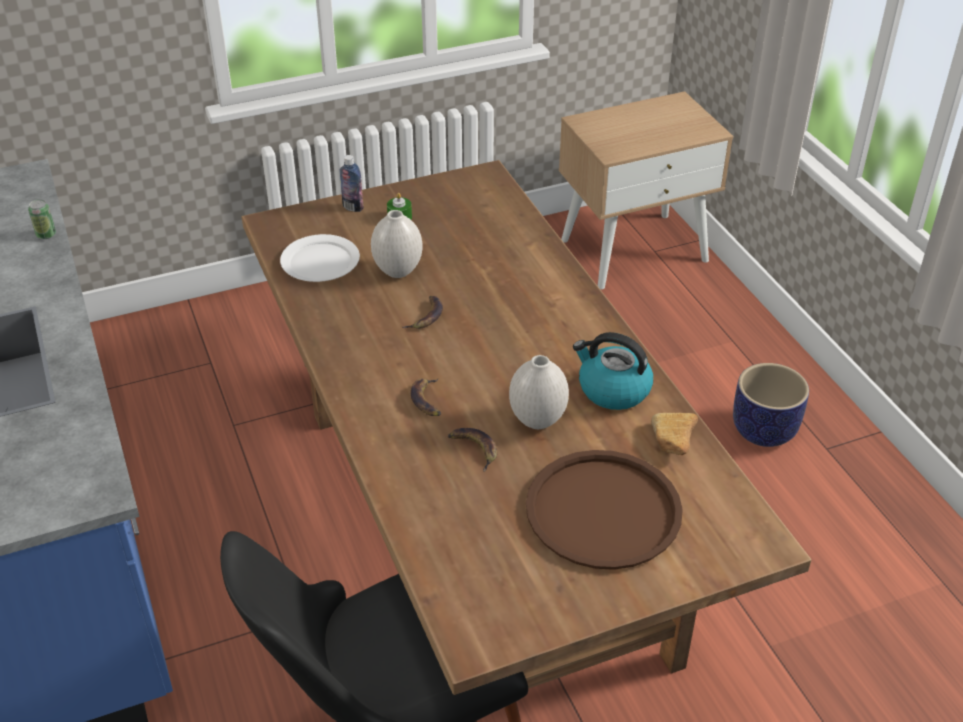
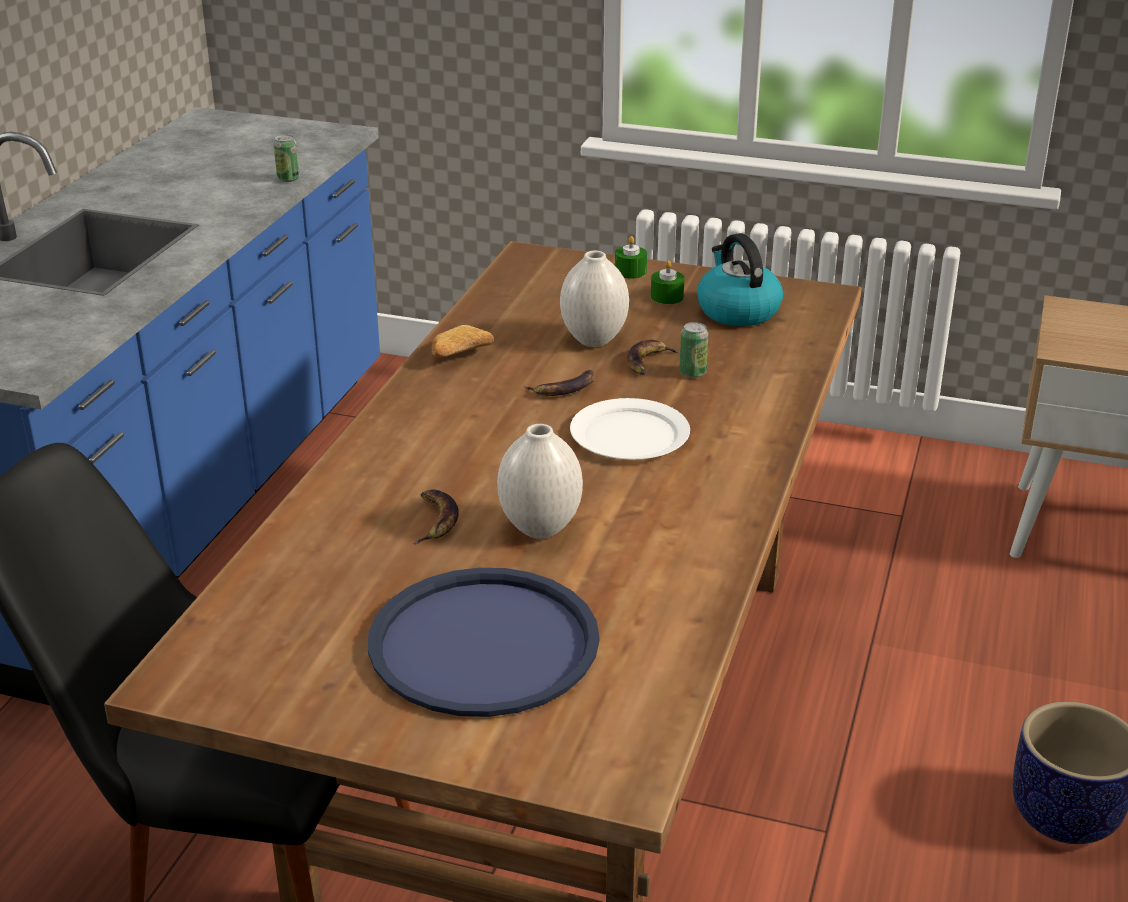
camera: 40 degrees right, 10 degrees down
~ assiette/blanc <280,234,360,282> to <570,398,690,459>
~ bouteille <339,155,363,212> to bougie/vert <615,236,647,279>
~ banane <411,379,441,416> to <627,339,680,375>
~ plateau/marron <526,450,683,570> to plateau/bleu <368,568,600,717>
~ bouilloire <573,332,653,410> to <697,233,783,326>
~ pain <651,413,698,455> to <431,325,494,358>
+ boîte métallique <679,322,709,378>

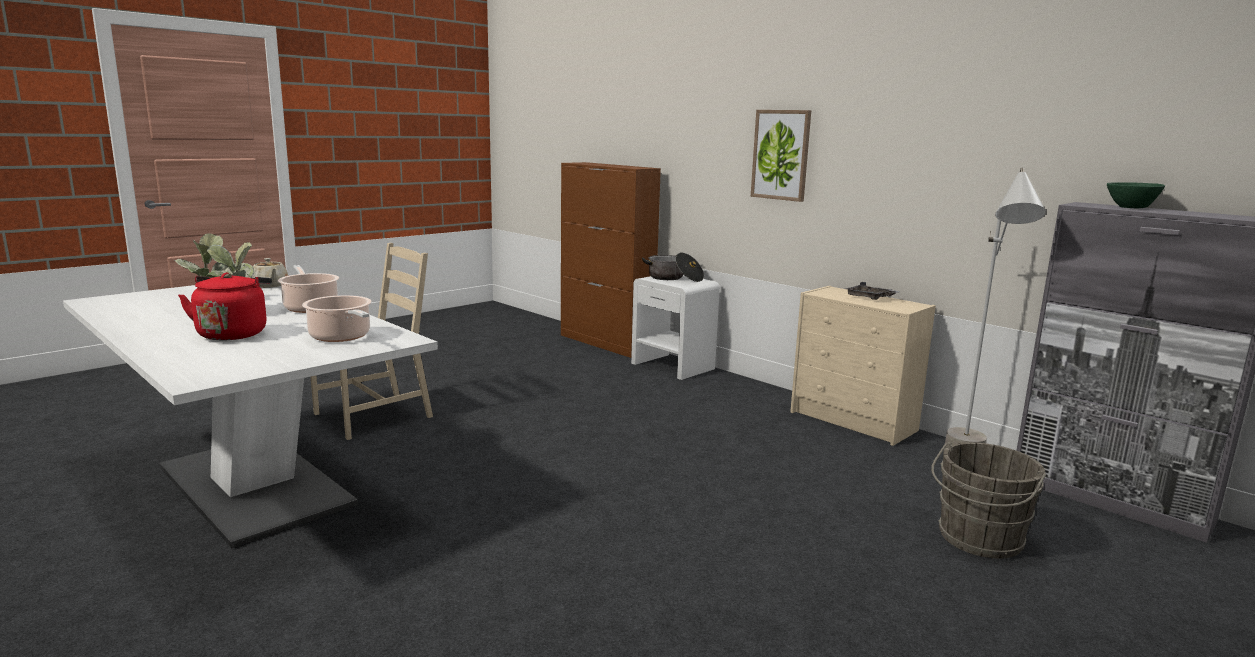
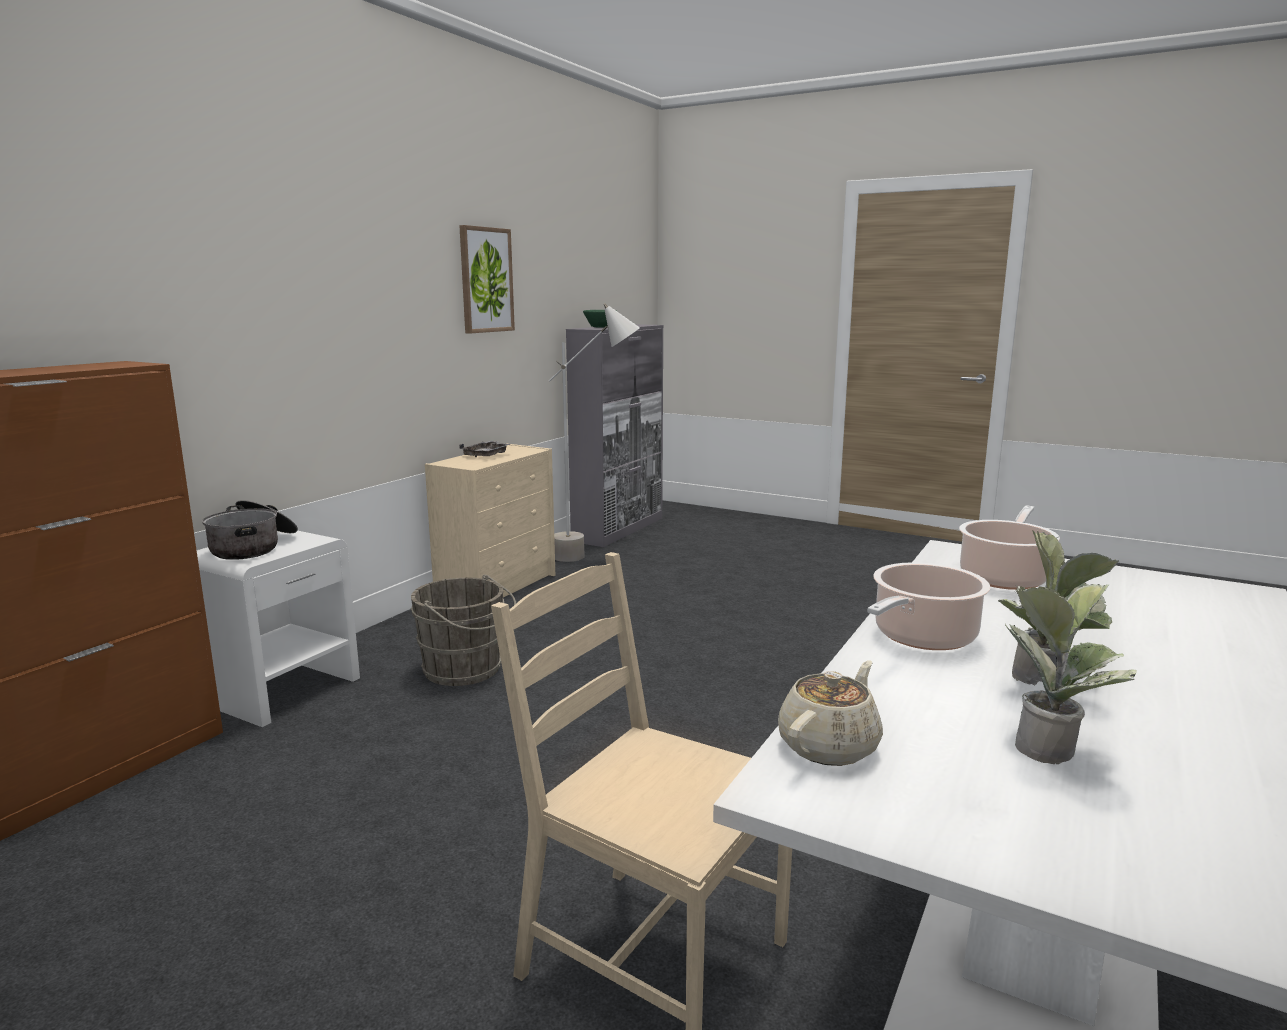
camera: 105 degrees left, 0 degrees up
- bouilloire/rouge <178,273,272,340>
~ tableau <751,110,811,202> to <459,225,515,333>
~ seau/gris <931,442,1046,559> to <410,574,516,686>

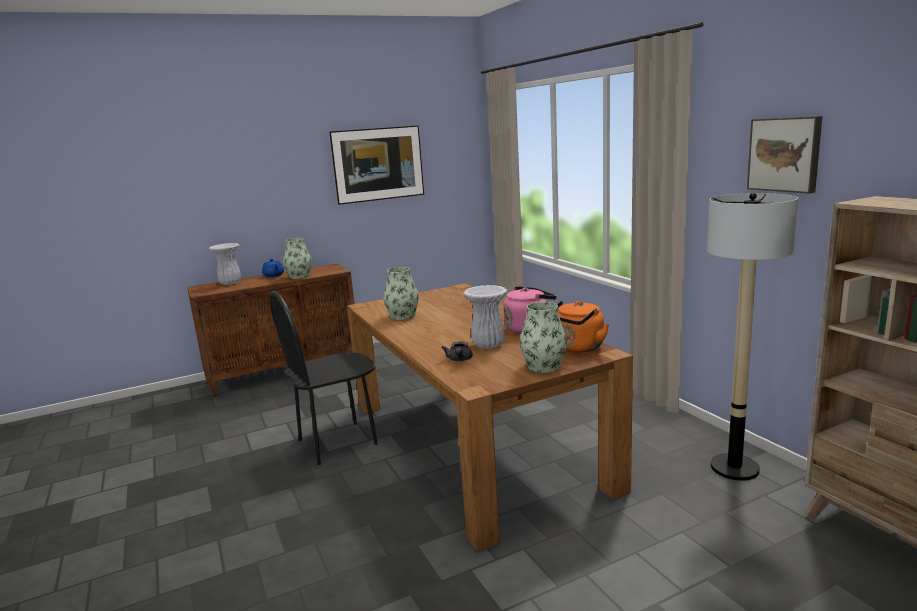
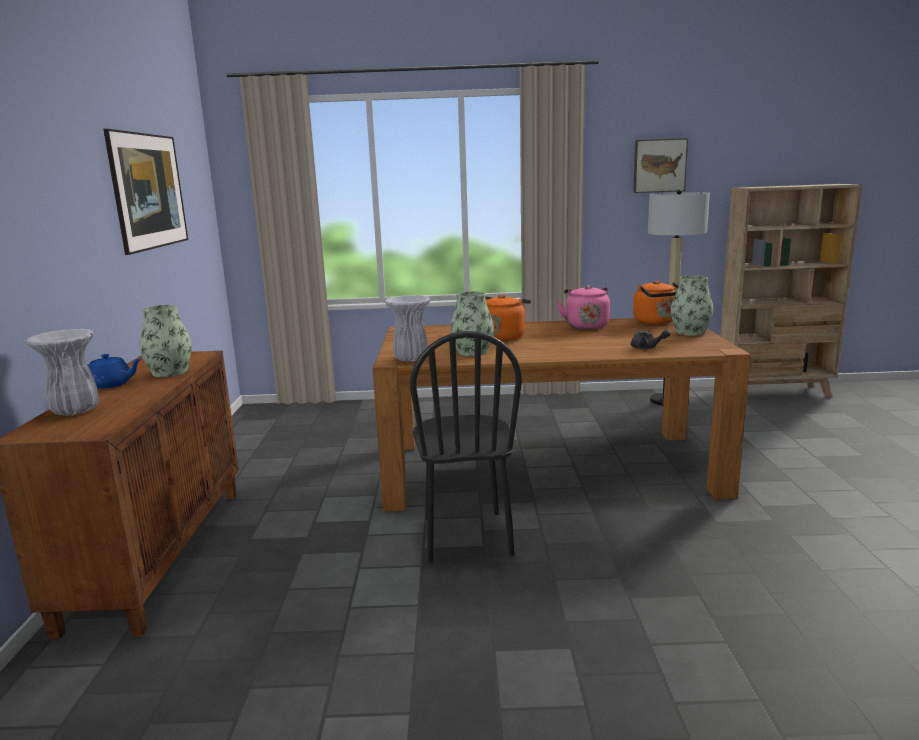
camera: 65 degrees left, 0 degrees up
~ vase/blanc <463,285,507,349> to <384,295,431,362>
+ bouilloire/orange <485,294,531,341>

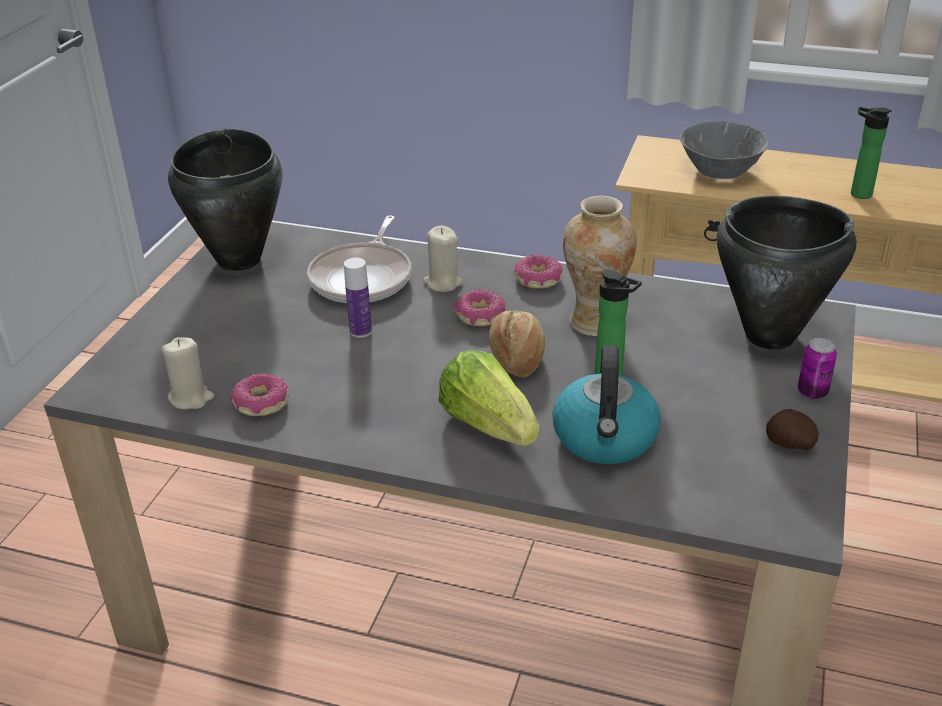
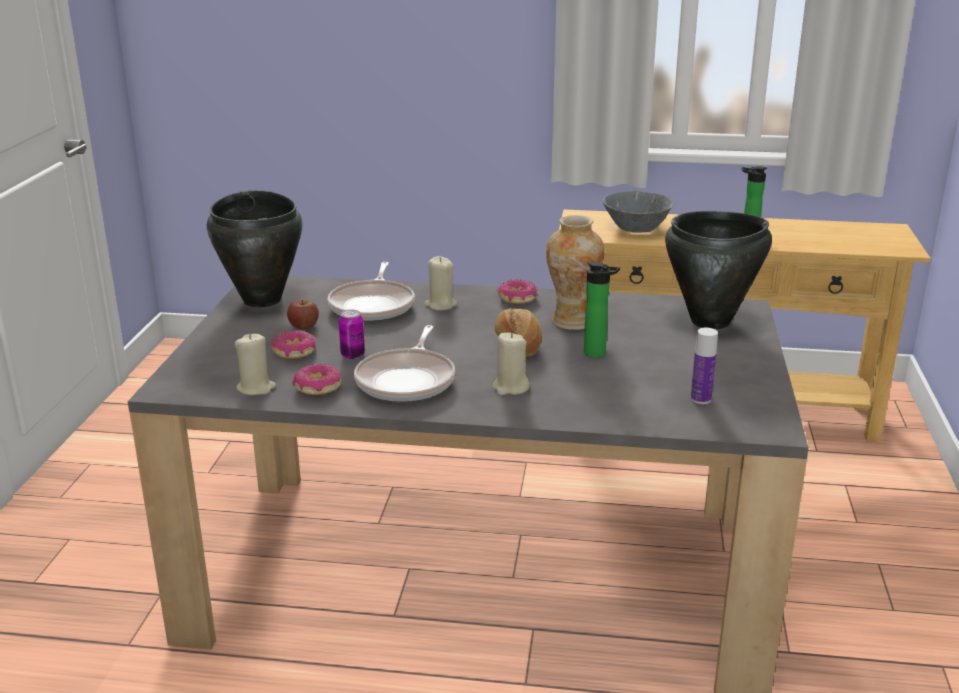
camera: 10 degrees left, 10 degrees down
~ bouteille <344,258,372,338> to <691,328,718,404>
~ laitue <438,350,539,446> to bougie/beige <492,332,530,395>
~ beignet <454,290,506,326> to <271,330,316,359>
- bouilloire <552,345,661,464>
- pomme de terre <766,409,819,450>
~ boîte métallique <798,338,837,399> to <339,310,365,359>
+ pomme <287,299,319,329>
+ poêle <354,325,455,402>

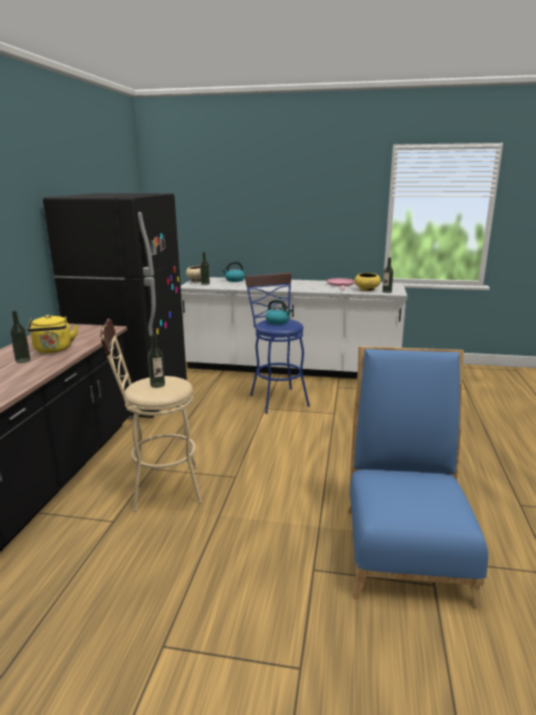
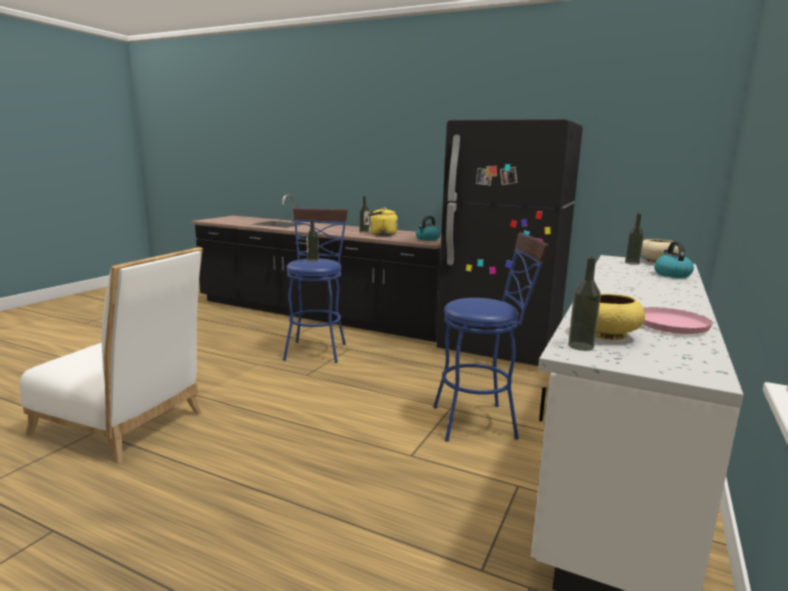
camera: 105 degrees right, 5 degrees down
~ tabouret/beige <100,319,202,512> to tabouret/bleu <283,208,348,363>
~ bouilloire <265,299,292,325> to <416,216,440,241>
~ chaise/bleu <348,346,488,610> to chaise/blanc <20,247,203,464>

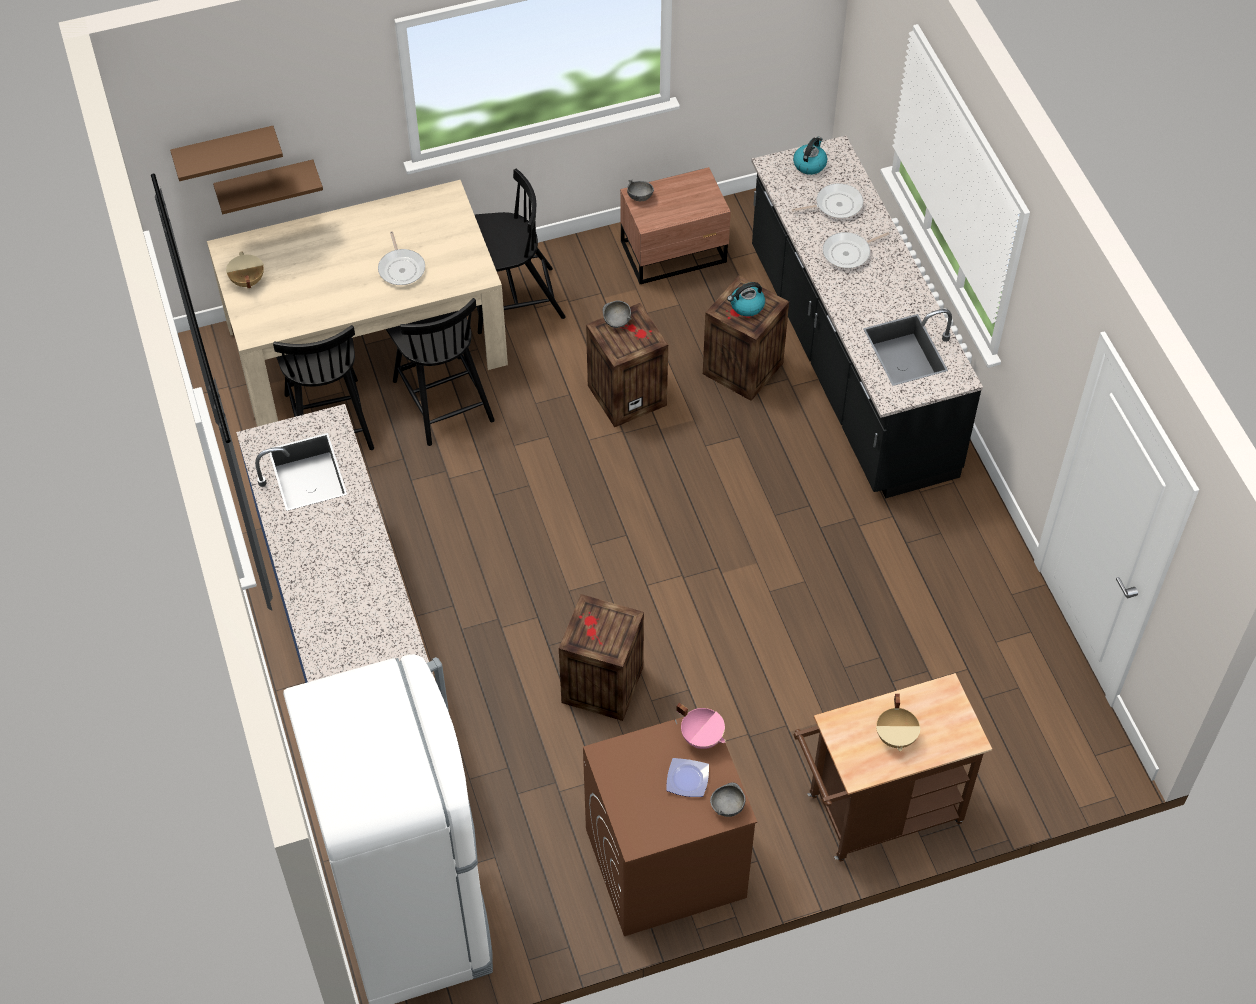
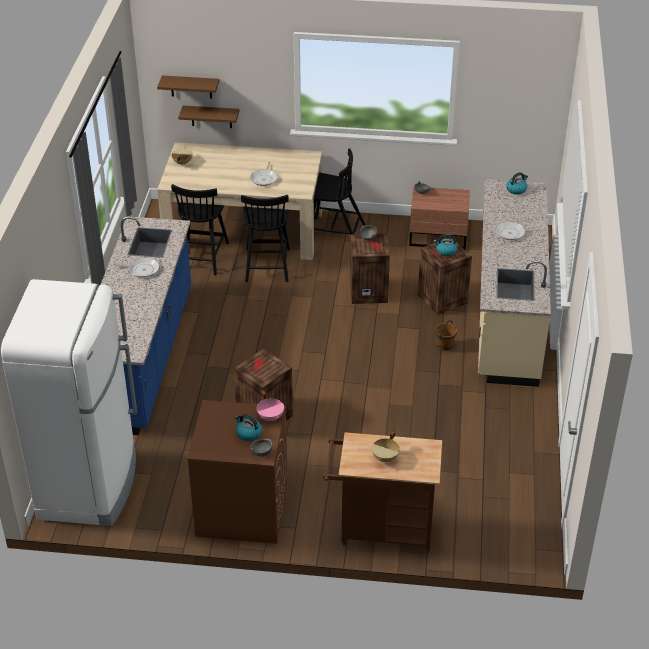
camera: 25 degrees right, 15 degrees down
~ assiette <666,758,709,797> to bouilloire <235,414,262,441>
~ comptoir de cuisine/noir <751,135,983,498> to comptoir de cuisine/beige <478,179,551,387>
~ poêle <792,183,863,219> to <113,258,159,277>
+ seau/marron <436,320,457,351>

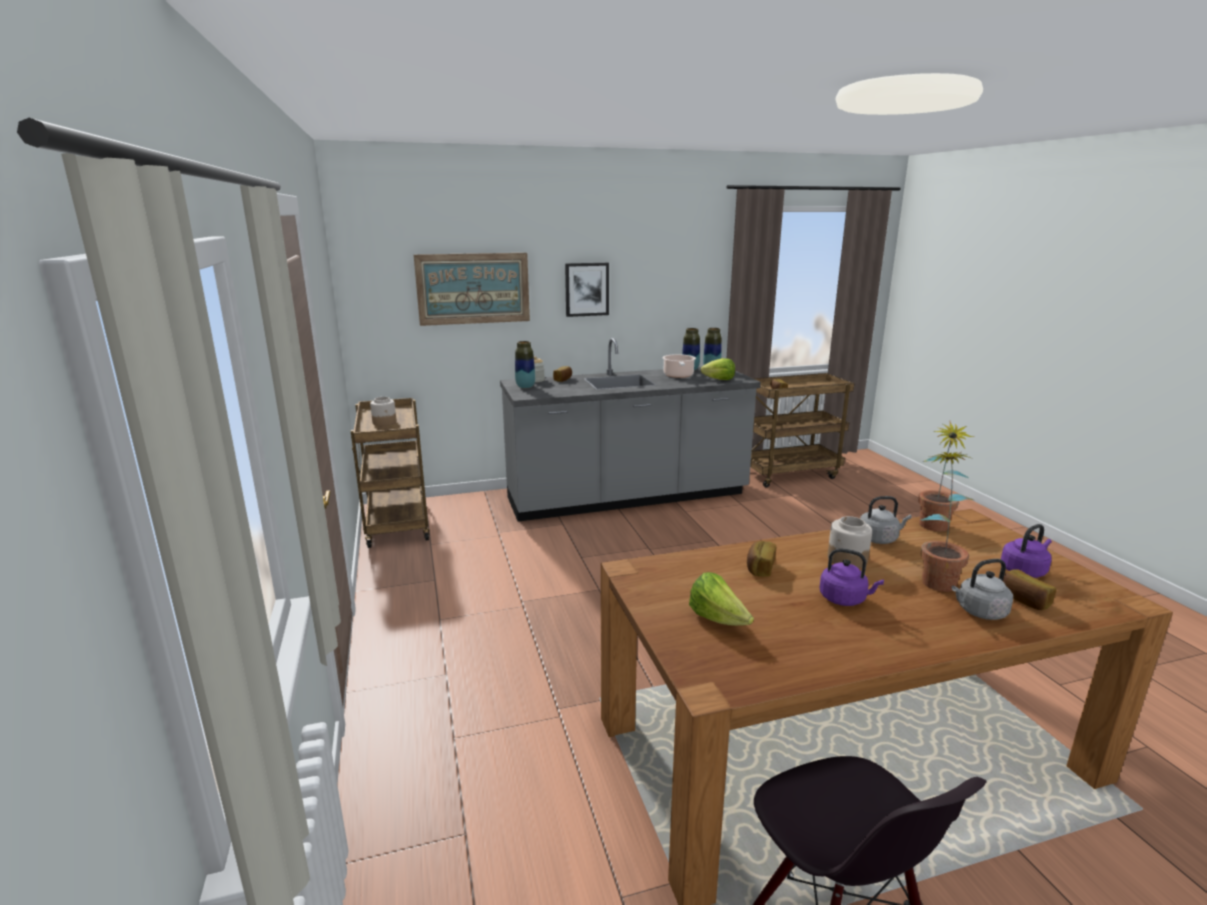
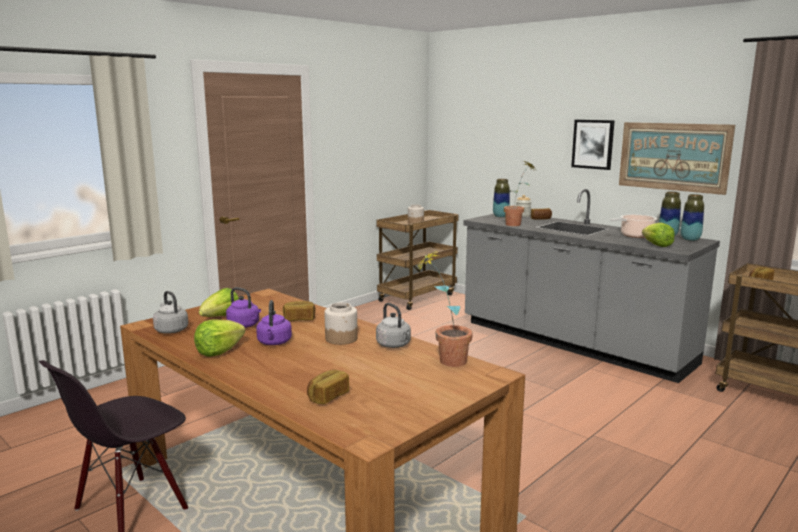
camera: 60 degrees right, 5 degrees down
~ tableau <414,253,530,326> to <619,122,735,195>
~ plante en pot <920,452,974,592> to <504,161,536,226>
~ bouilloire/gris <951,559,1013,620> to <153,291,188,334>
~ bouilloire/violet <1001,524,1052,578> to <226,287,261,328>
+ laitue <194,319,245,357>

